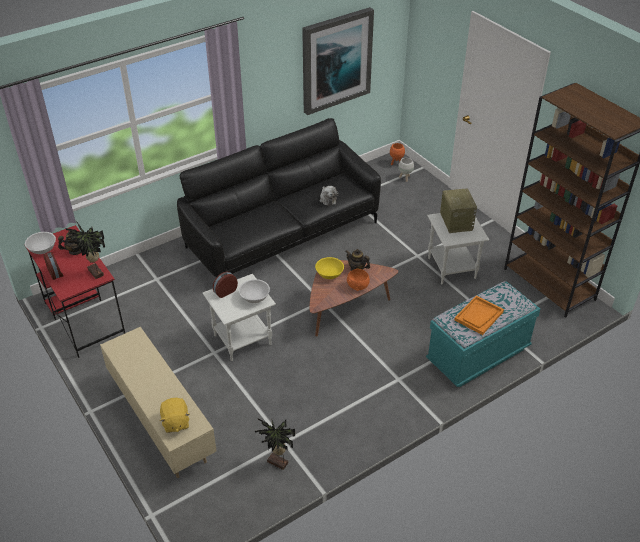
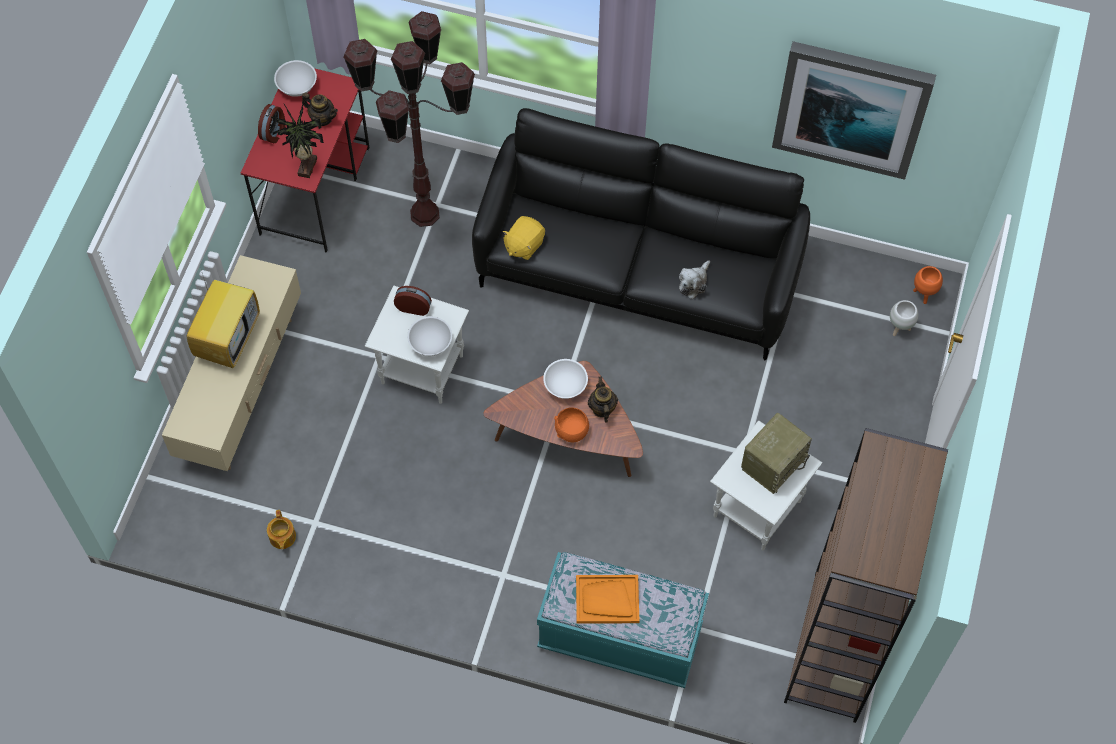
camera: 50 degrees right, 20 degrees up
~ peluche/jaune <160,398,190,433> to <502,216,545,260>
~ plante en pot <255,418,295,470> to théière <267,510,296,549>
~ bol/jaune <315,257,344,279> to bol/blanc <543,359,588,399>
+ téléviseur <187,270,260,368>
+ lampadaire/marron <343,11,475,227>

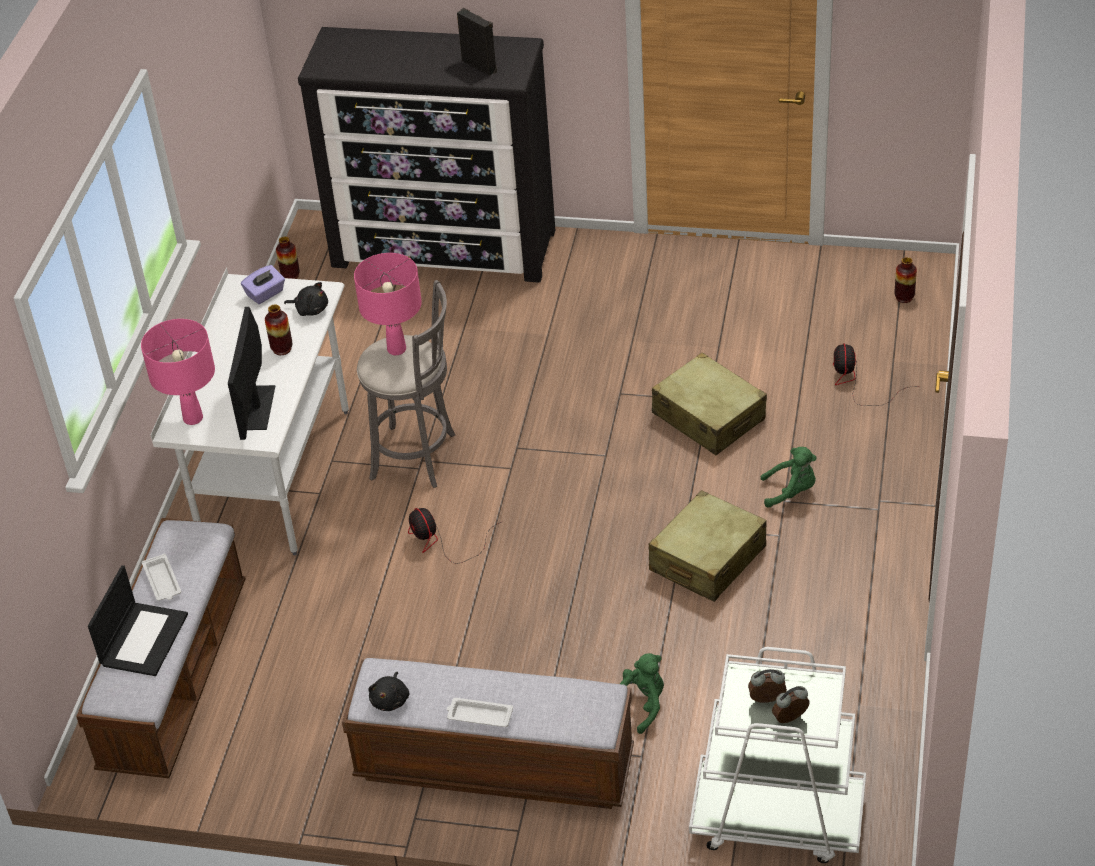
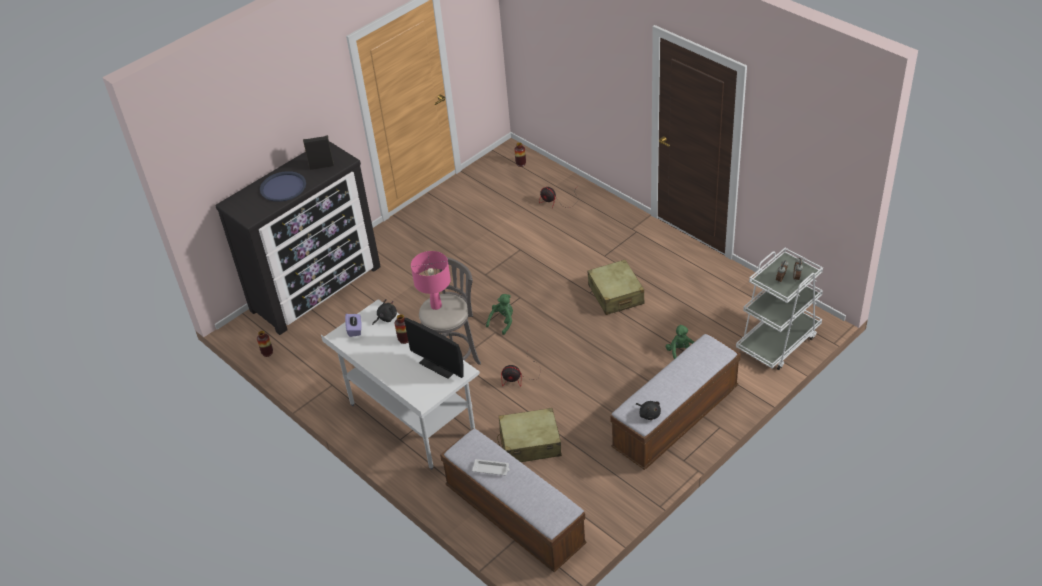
camera: 55 degrees left, 0 degrees up
- ordinateur portable <88,565,188,676>
- lampe de table/rose <141,319,215,425>
- plateau/blanc <447,698,513,727>
~ valise/beige <652,352,767,455> to <497,408,562,462>
~ peluche/vert <761,447,816,508> to <486,294,513,335>
+ plateau/bleu <260,171,306,202>

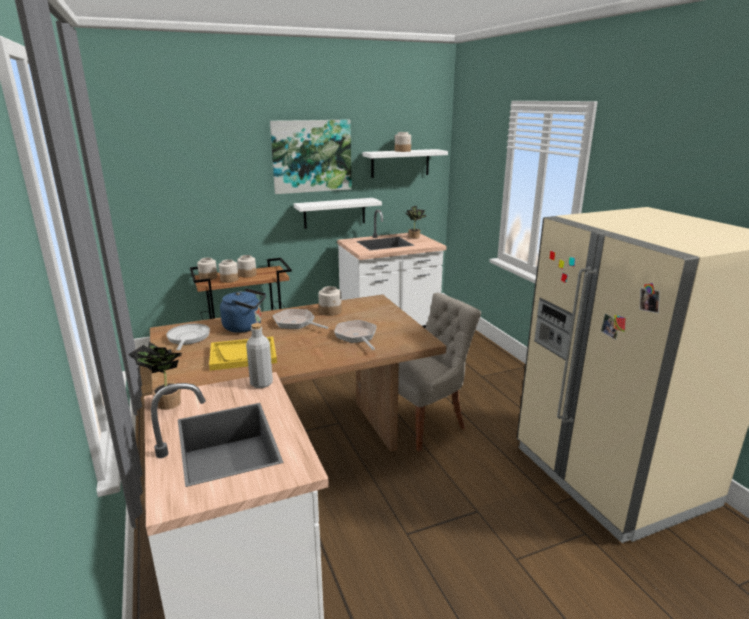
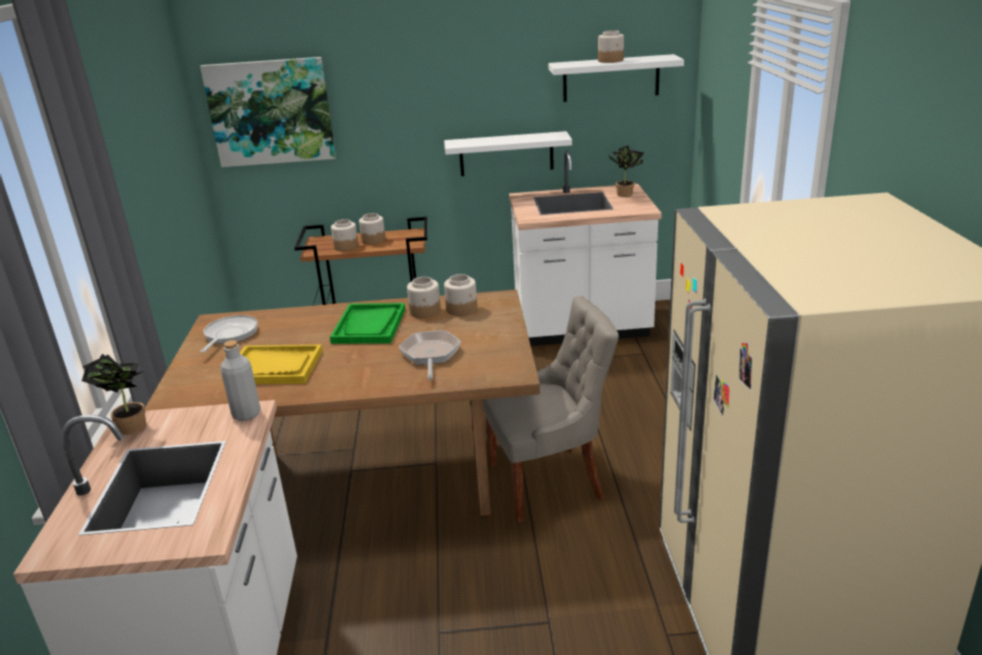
camera: 20 degrees right, 5 degrees up
~ bocal <197,258,218,280> to <444,274,477,316>
- bouilloire/bleu <220,288,266,333>
~ tableau <270,120,352,194> to <200,57,336,167>
~ poêle <273,309,329,329> to plateau/vert <330,303,405,344>

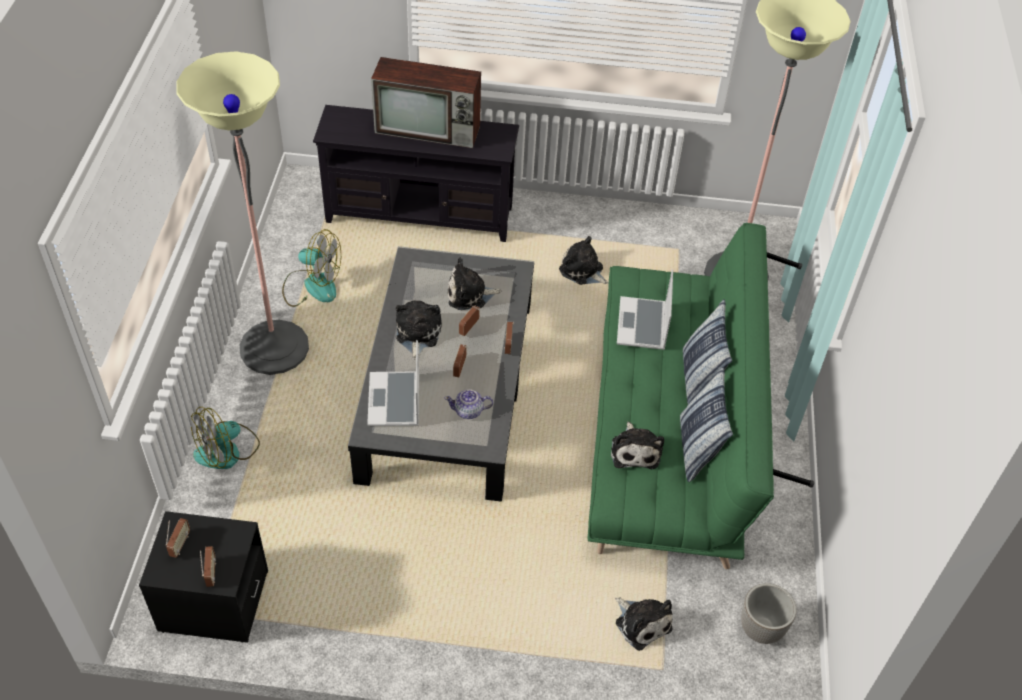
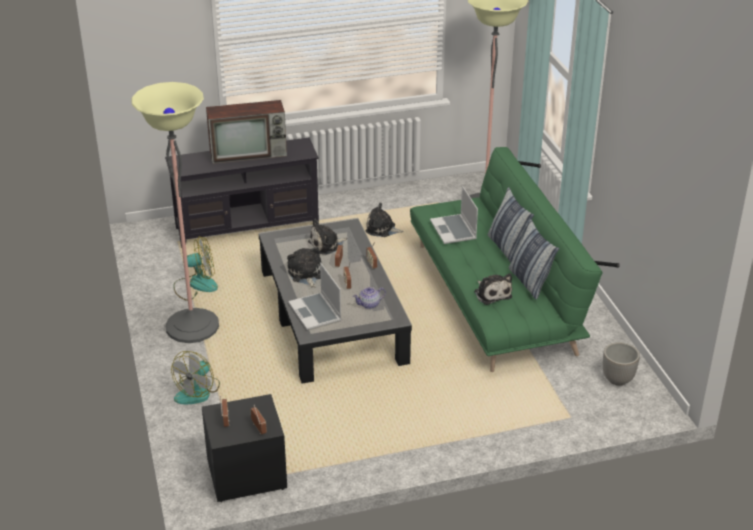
camera: 20 degrees left, 15 degrees down
- peluche <615,597,672,651>

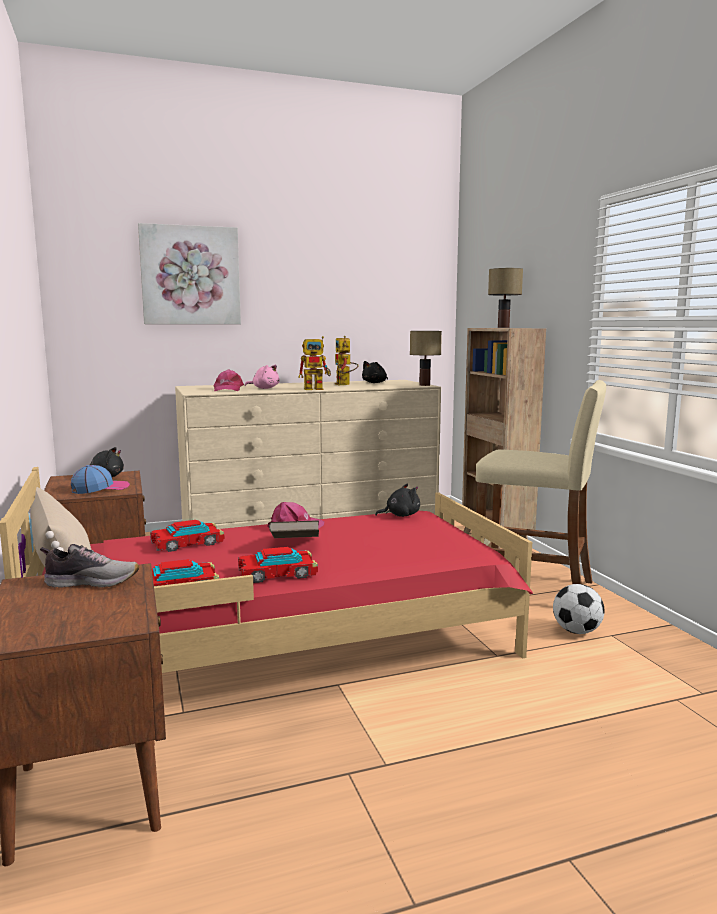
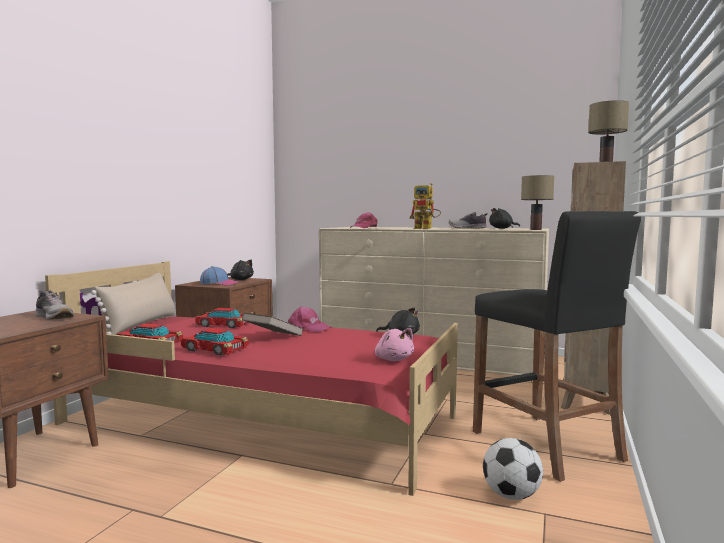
camera: 40 degrees right, 5 degrees down
- tableau <138,223,241,324>
~ peluche/rose <245,365,280,389> to <375,328,414,361>
~ robot jouet <335,336,359,385> to chaussure <449,212,488,229>
~ tabouret/beige <475,380,606,584> to tabouret/noir <473,211,641,482>

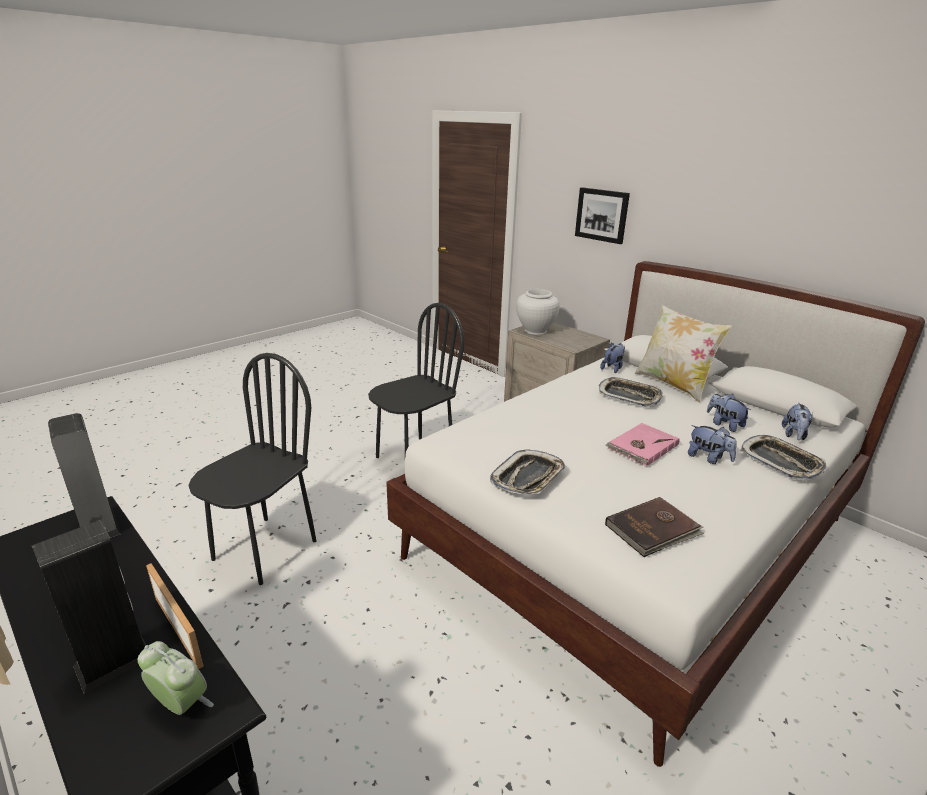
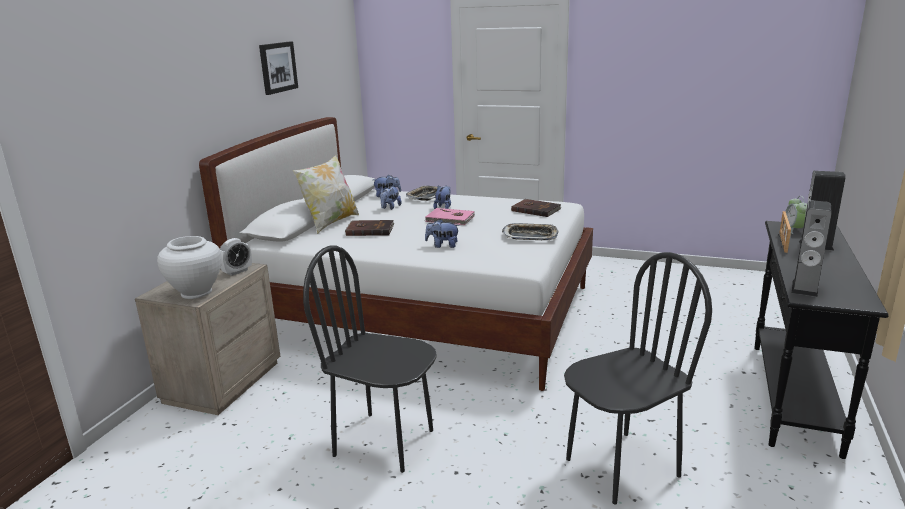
camera: 115 degrees left, 5 degrees down
~ chaise/noir <188,353,316,585> = <564,252,712,505> 150 degrees clockwise
~ tableau <575,187,630,244> to <259,41,298,95>
~ plateau <599,377,663,407> to livre/marron <345,220,394,236>
~ peluche <600,343,625,373> to <425,219,460,248>
+ réveil <220,238,252,276>

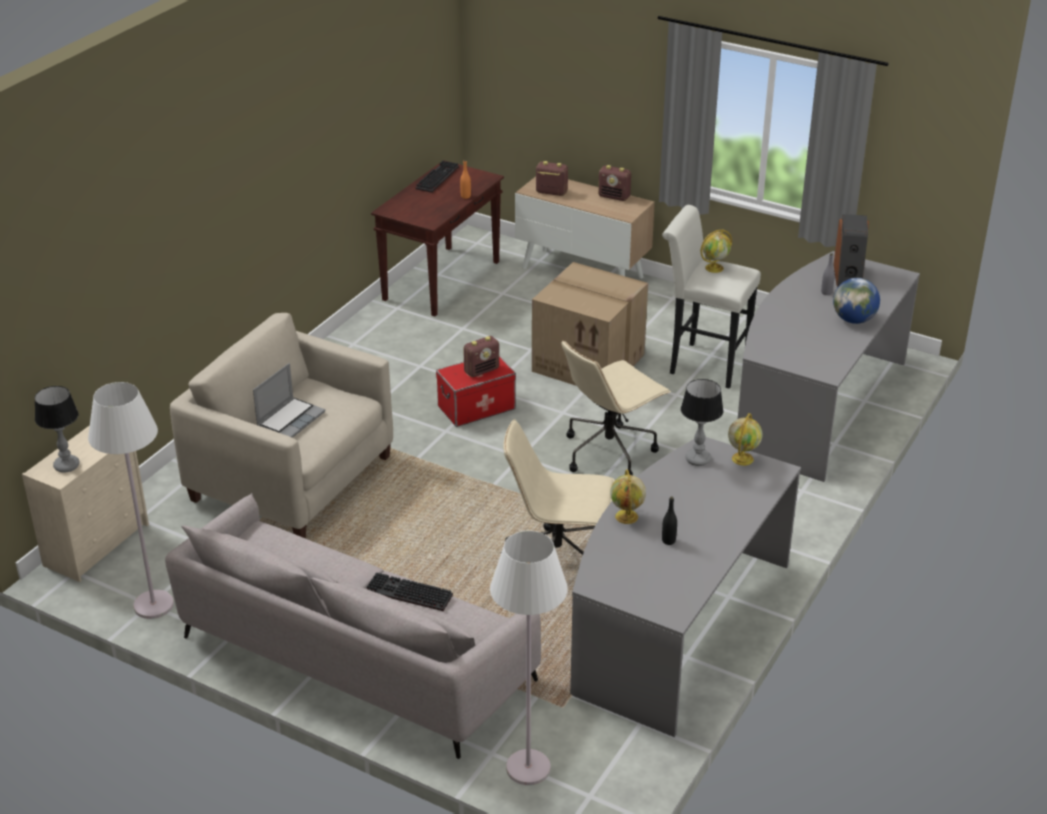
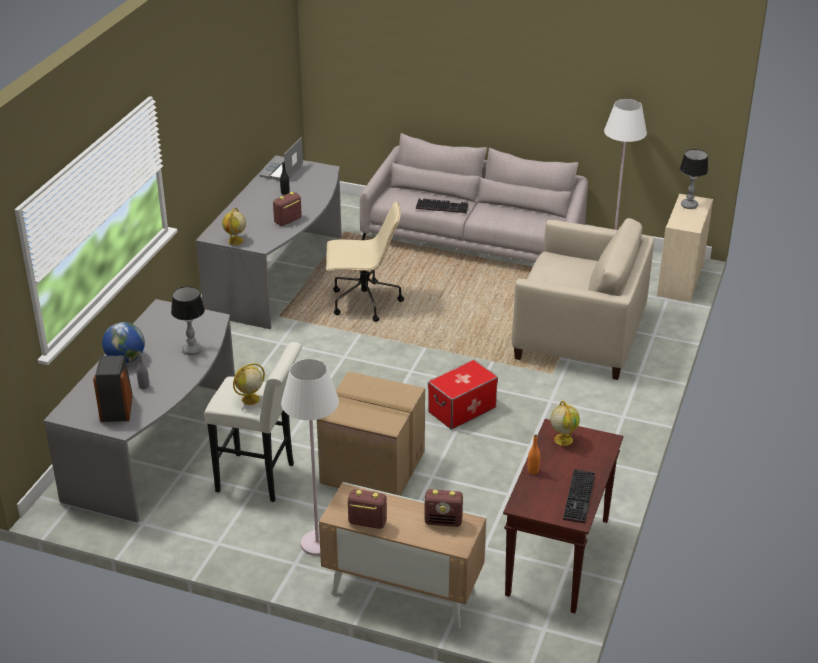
camera: 170 degrees right, 0 degrees up
~ ordinateur portable <253,363,325,438> to <260,137,303,180>
~ radio <463,336,499,377> to <273,192,302,226>
~ lampadaire/blanc <490,531,568,785> to <281,359,339,556>
- chaise de bureau/beige <561,340,671,475>
~ globe <610,469,646,524> to <550,401,580,446>
~ lampe de table <681,379,723,466> to <171,286,205,356>

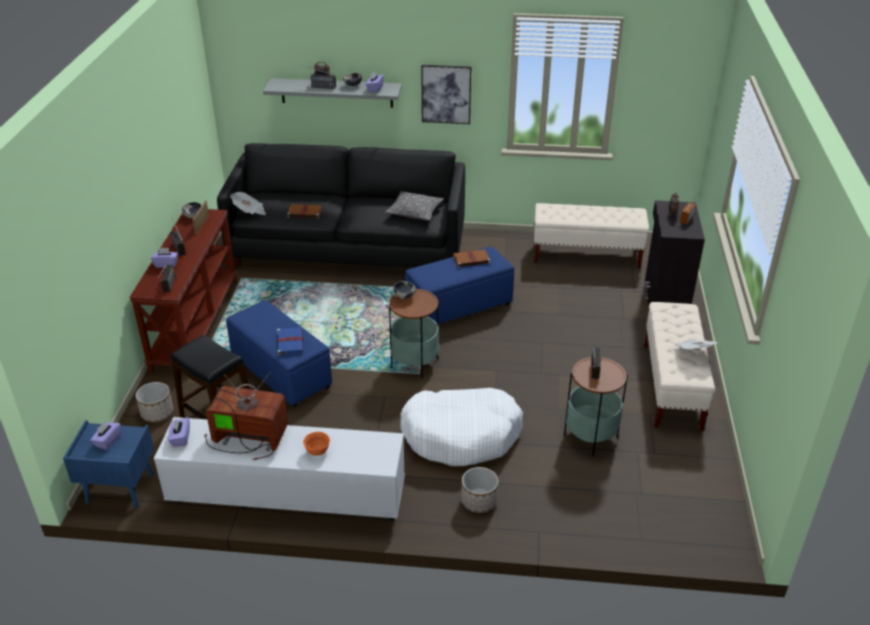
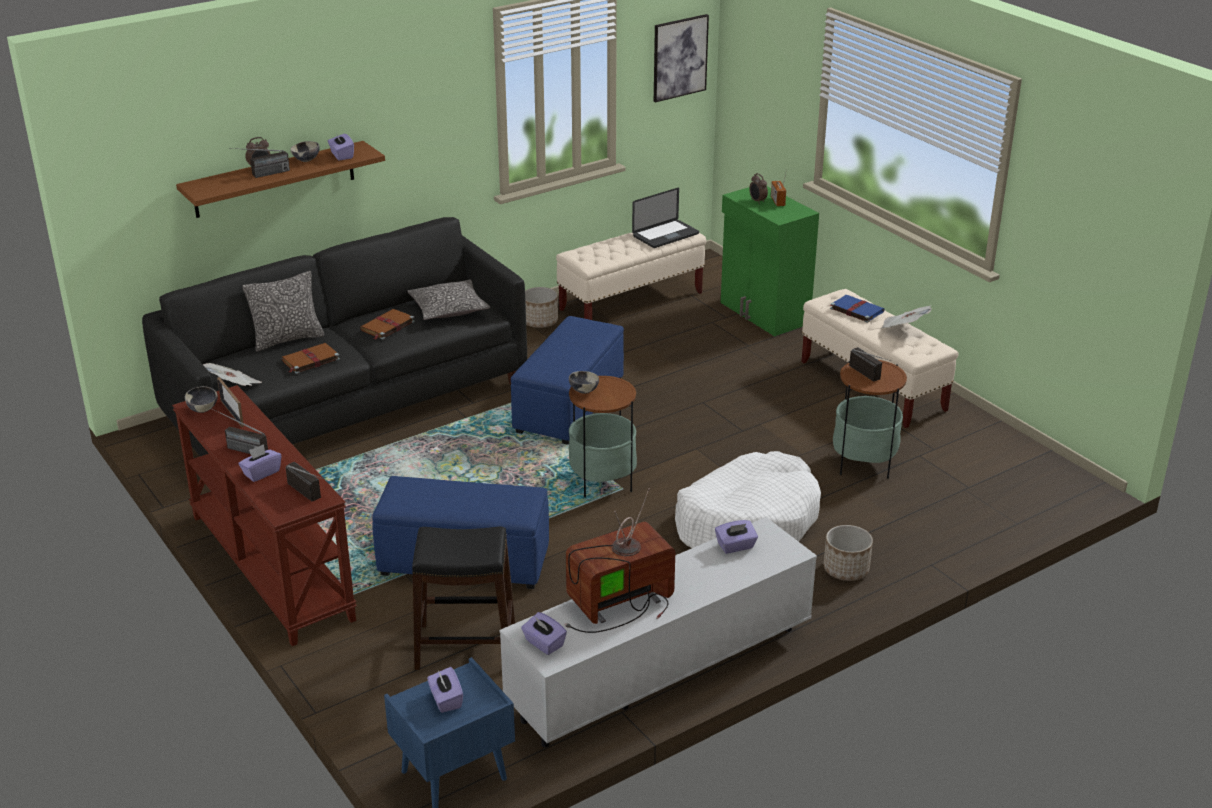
camera: 40 degrees left, 5 degrees down
~ cache-pot <136,382,173,422> to <525,287,558,328>
~ étagère/gris <263,78,402,108> to étagère/marron <176,141,385,218>
~ livre/bleu <277,327,303,356> to <830,295,885,323>
- bol/orange <303,432,330,456>
~ tableau <421,65,471,124> to <654,14,709,102>
~ livre/marron <453,249,491,268> to <360,309,415,340>
~ meuble de rangement/noir <643,200,705,307> to meuble de rangement/vert <721,186,819,337>
+ coussin <242,271,324,351>
+ ordinateur portable <632,188,699,248>
+ boîte à mouchoirs/violet <715,520,758,554>

